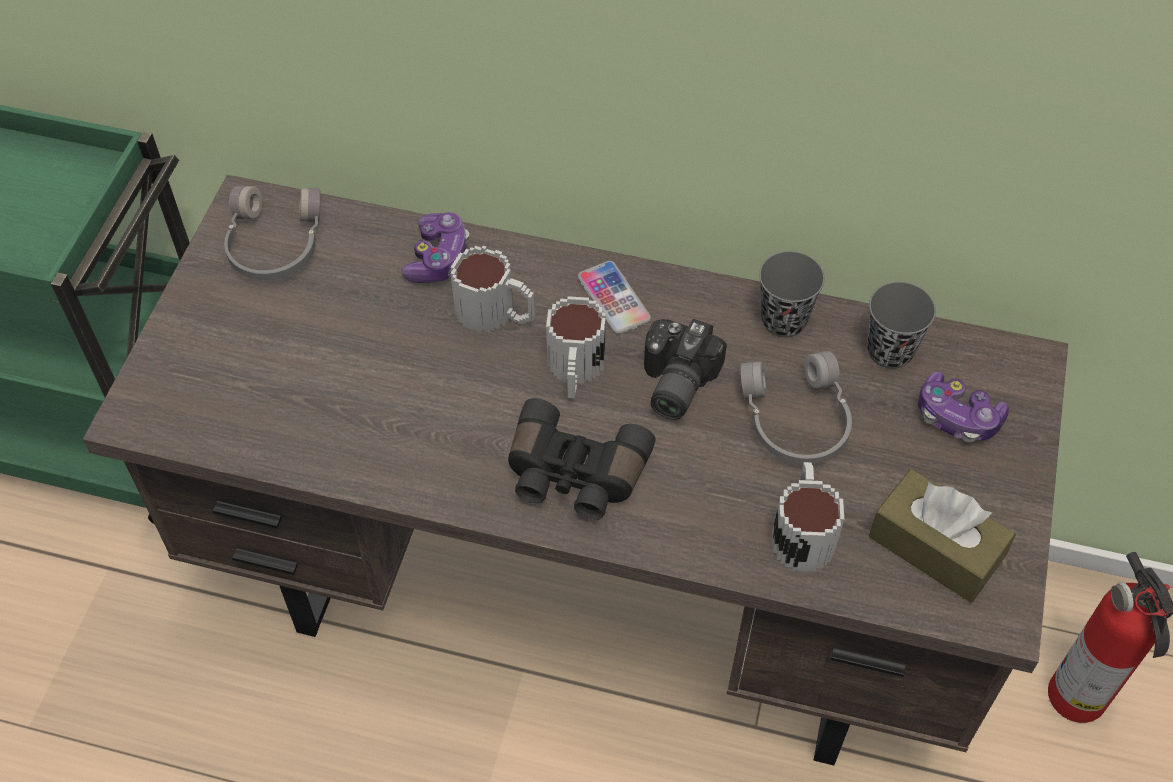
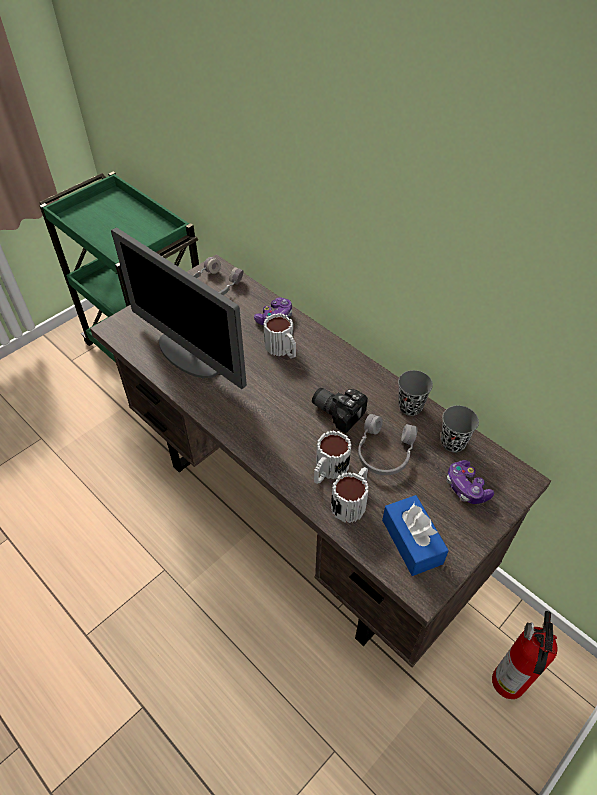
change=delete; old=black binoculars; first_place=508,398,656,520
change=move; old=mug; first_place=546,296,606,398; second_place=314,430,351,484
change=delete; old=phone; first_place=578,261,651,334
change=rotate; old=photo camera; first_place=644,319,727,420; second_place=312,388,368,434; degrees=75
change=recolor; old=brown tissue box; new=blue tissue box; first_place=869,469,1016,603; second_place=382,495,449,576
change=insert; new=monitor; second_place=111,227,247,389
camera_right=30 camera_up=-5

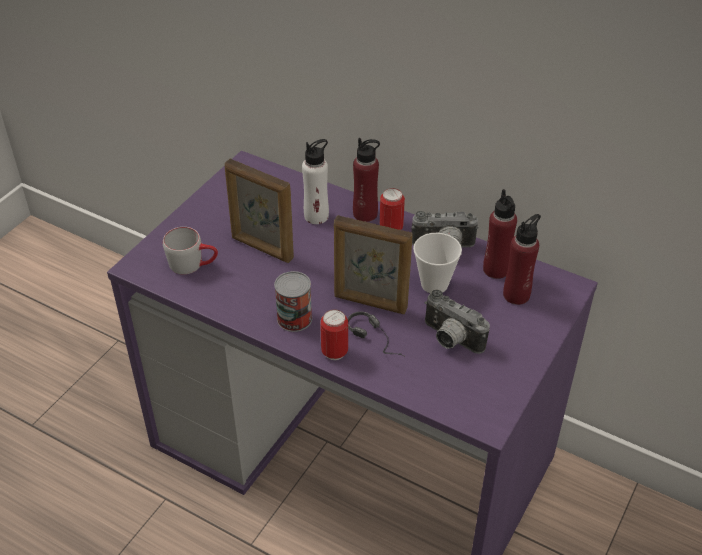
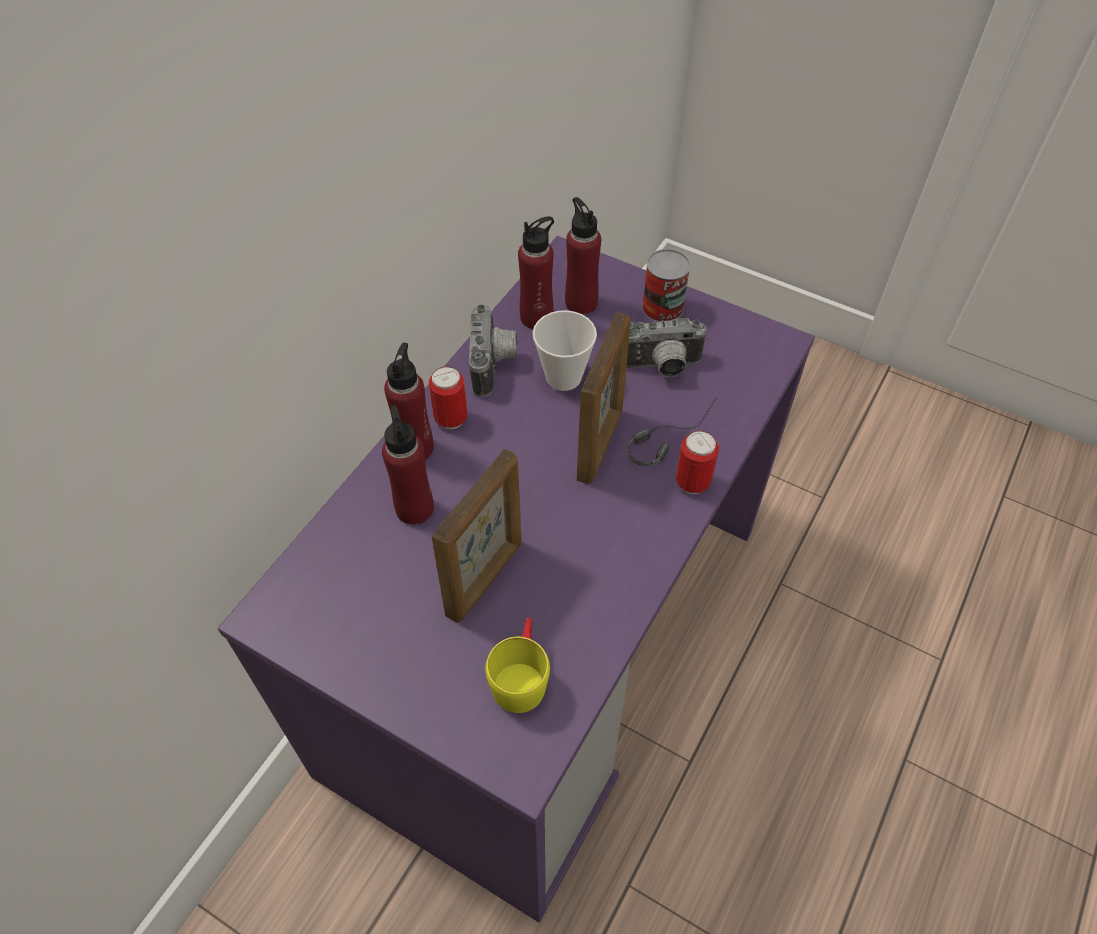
change=recolor; old=grey mug; new=yellow mug; first_place=163,227,218,275; second_place=485,618,550,713
change=move; old=can; first_place=274,271,312,332; second_place=642,249,691,322
change=recolor; old=white bottle; new=red bottle; first_place=302,139,329,224; second_place=382,405,434,525
change=rotate; old=photo camera; first_place=425,289,490,354; second_place=626,318,708,377; degrees=45
camera_right=-90 camera_up=10

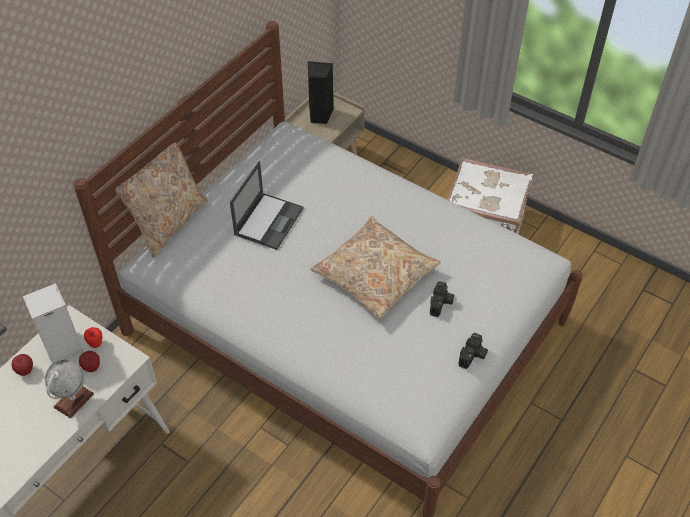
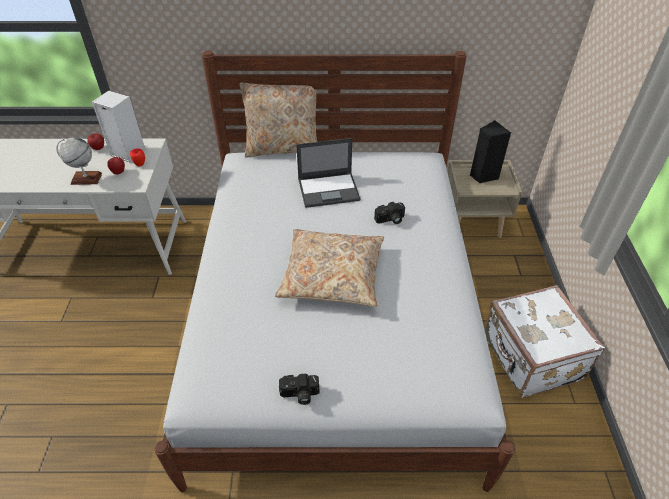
change=move; old=photo camera; first_place=430,281,454,317; second_place=374,202,405,224
camera_right=55 camera_up=-5

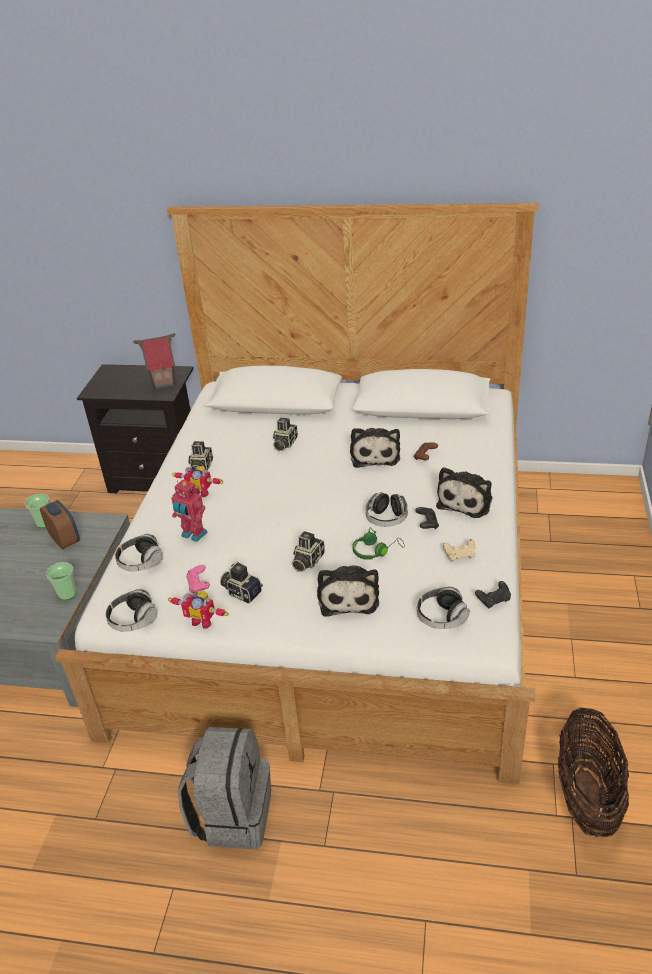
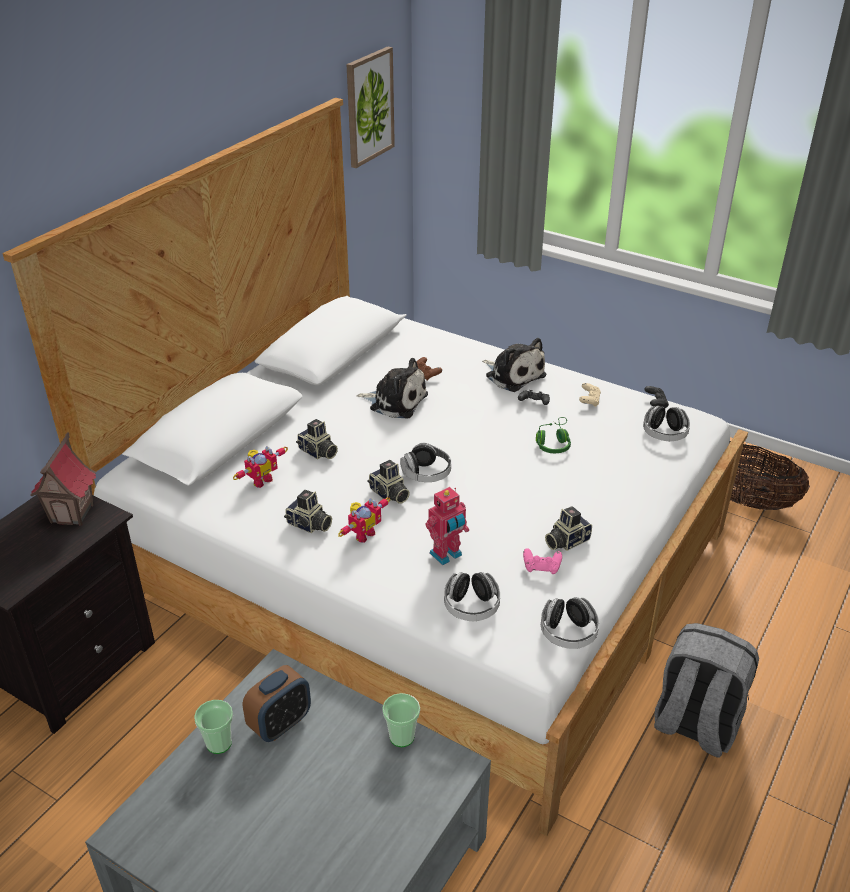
change=rotate; old=alarm clock; first_place=40,500,80,549; second_place=243,665,311,742; degrees=150
change=move; old=toy robot; first_place=168,591,229,629; second_place=233,446,288,488
change=move; old=photo camera; first_place=292,531,325,572; second_place=367,460,410,503
change=delete; old=plush toy; first_place=317,565,379,617
change=move; old=headphones; first_place=366,492,408,527; second_place=400,443,451,482
change=insert; new=picture; second_place=347,46,395,168
camera_right=-70 camera_up=0

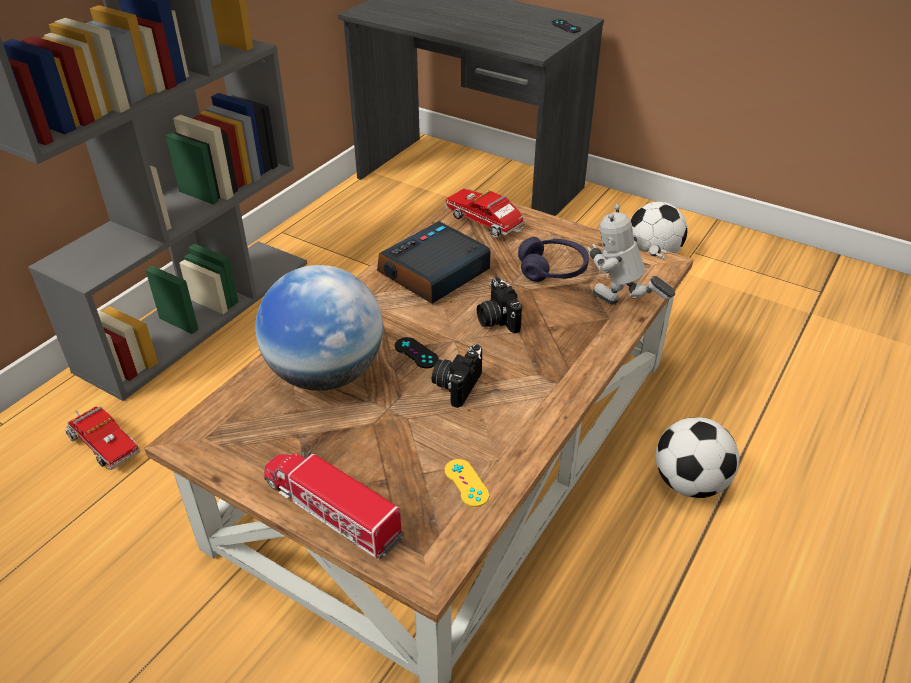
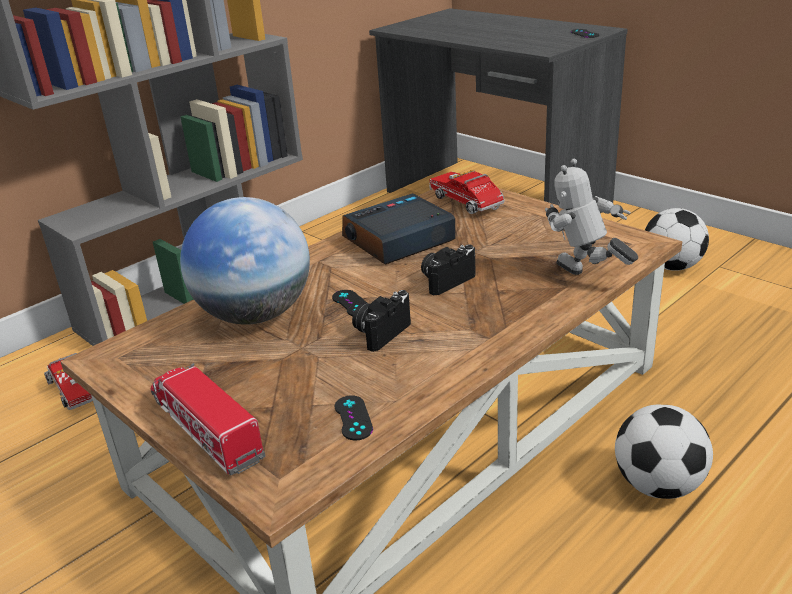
change=recolor; old=yellow game controller; new=black game controller; first_place=445,459,489,507; second_place=335,395,373,441
change=rotate; old=photo camera; first_place=477,277,522,333; second_place=421,244,476,295; degrees=60
change=delete; old=purple headphones; first_place=518,237,589,282
camera_right=15 camera_up=-10

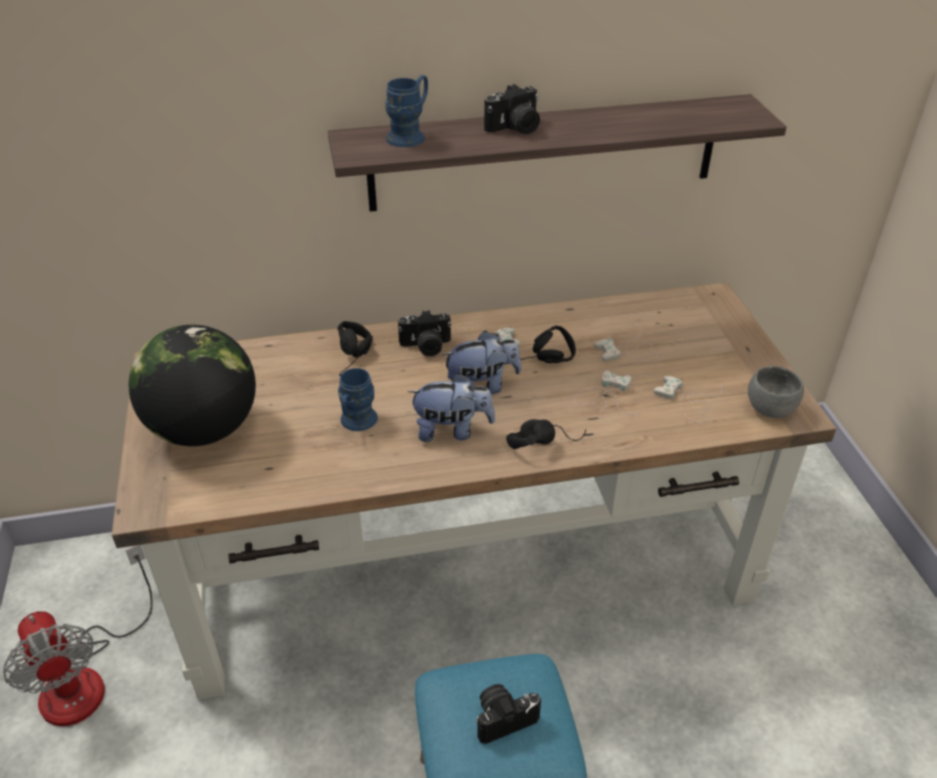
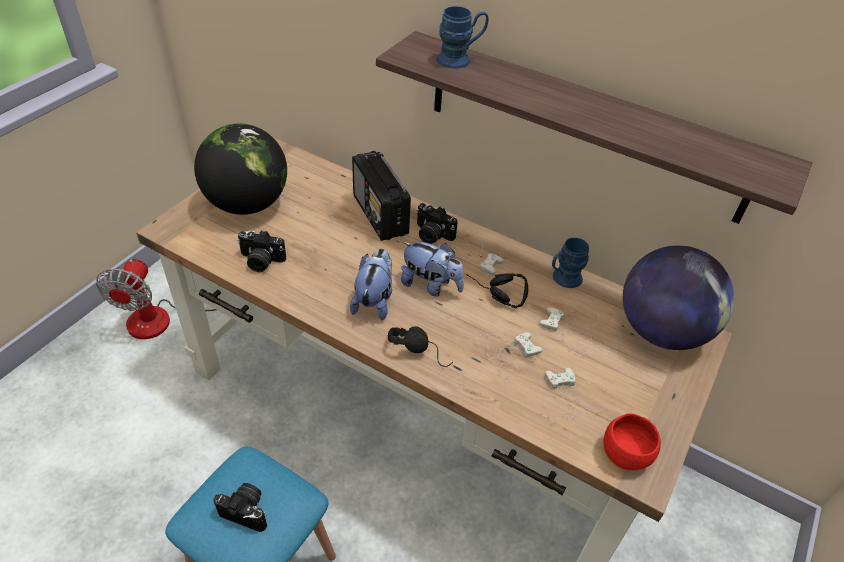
change=replace; old=black headphones; new=radio; first_place=337,321,373,376; second_place=352,151,411,241
change=move; old=blue mug; first_place=338,368,378,431; second_place=552,238,589,288
change=rotate; old=plush toy; first_place=407,373,495,442; second_place=350,248,392,320; degrees=-120
change=move; old=photo camera; first_place=484,84,540,135; second_place=237,230,286,272
change=recolor; old=grey bowl; new=red bowl; first_place=748,366,804,418; second_place=603,414,661,470
change=insert; new=globe; second_place=623,245,734,350
camera_right=40 camera_up=5

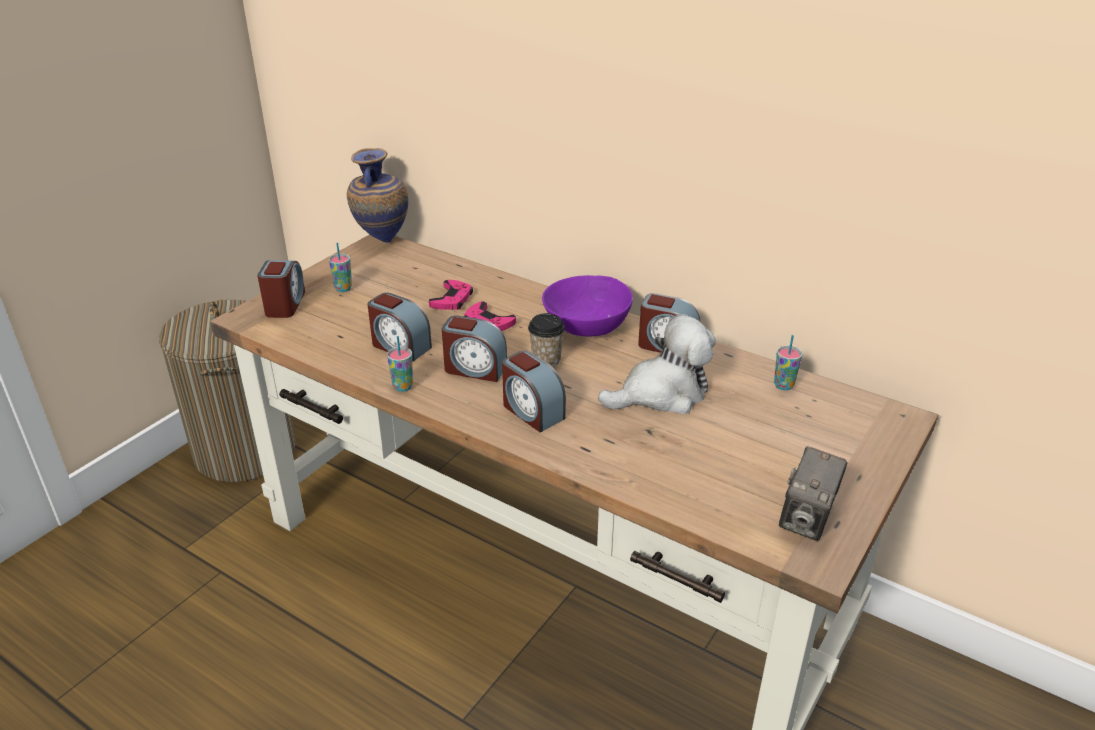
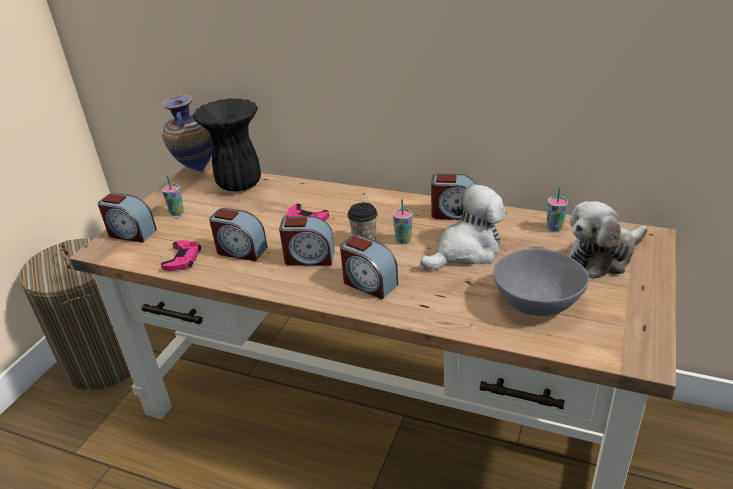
change=rotate; old=alarm clock; first_place=257,260,305,318; second_place=98,193,157,243; degrees=120
change=move; old=cup; first_place=387,336,413,392; second_place=393,199,413,244
change=move; old=pink game controller; first_place=429,280,473,310; second_place=161,240,201,271
change=delete; old=purple bowl; first_place=542,275,633,337
change=delete; old=photo camera; first_place=779,446,848,541
change=insert; new=black vase; second_place=193,98,261,191
change=insert; new=grey bowl; second_place=493,249,589,316
change=insert; new=plush toy; second_place=568,201,648,279
camera_right=-10 camera_up=0

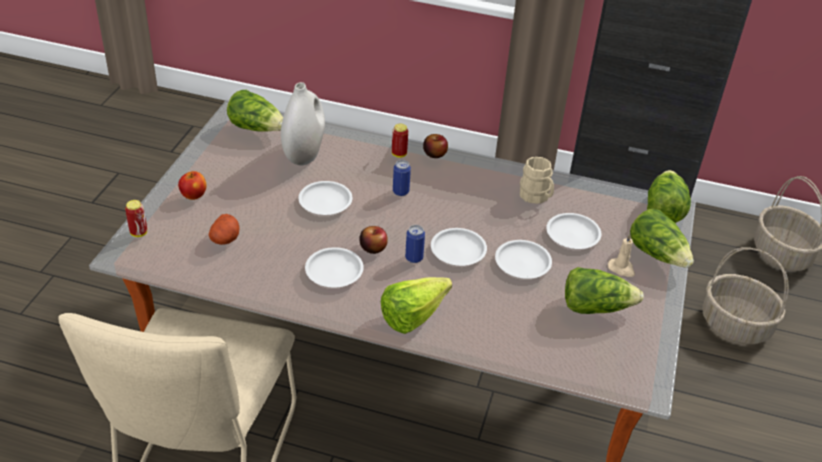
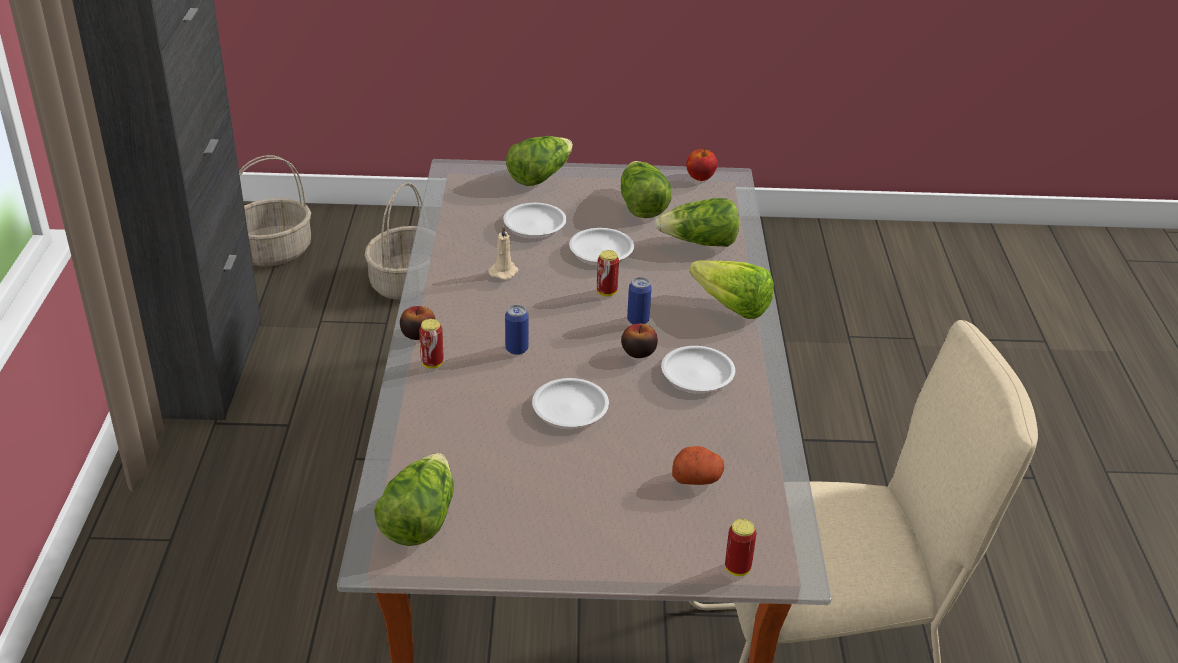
change=move; old=apple; first_place=178,171,207,200; second_place=686,148,717,181
change=delete; old=white vase; first_place=281,82,325,166
change=replace; old=white plate; new=can; first_place=431,228,487,266; second_place=597,250,619,297
change=delete; old=beige mug; first_place=520,157,554,204
change=move; old=beige candle; first_place=608,234,635,277; second_place=488,225,519,280
change=move; old=lettuce; first_place=647,170,691,223; second_place=655,198,739,247
camera_right=-105 camera_up=-5

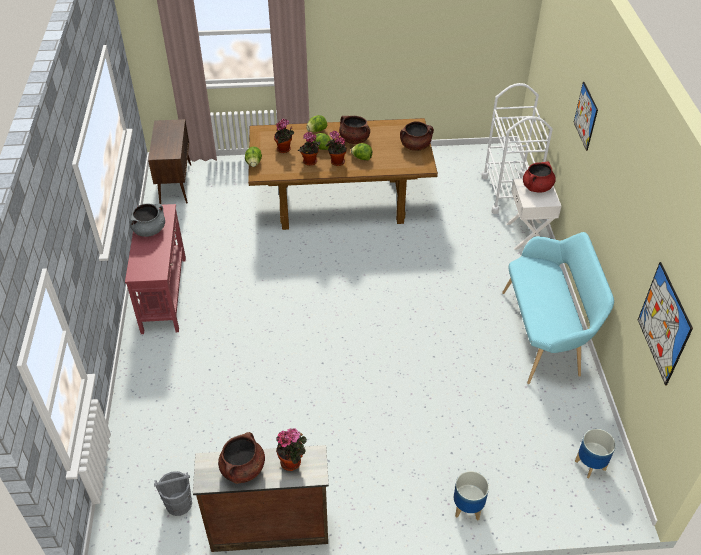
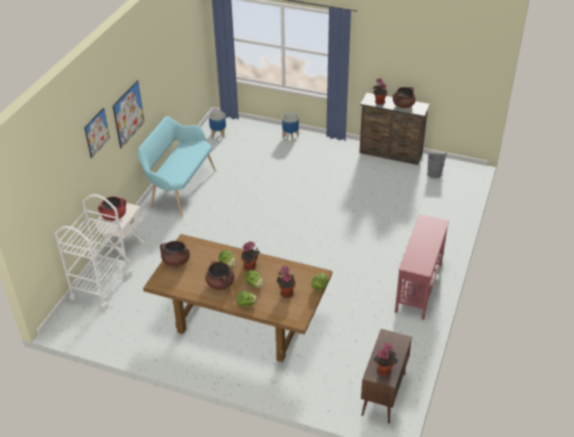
change=delete; old=grey cooking pot; first_place=129,204,165,237
change=move; old=potted plant; first_place=298,132,320,166; second_place=374,342,398,376
change=move; old=picture; first_place=638,262,693,385; second_place=113,80,144,148
camera_right=-155 camera_up=-5

